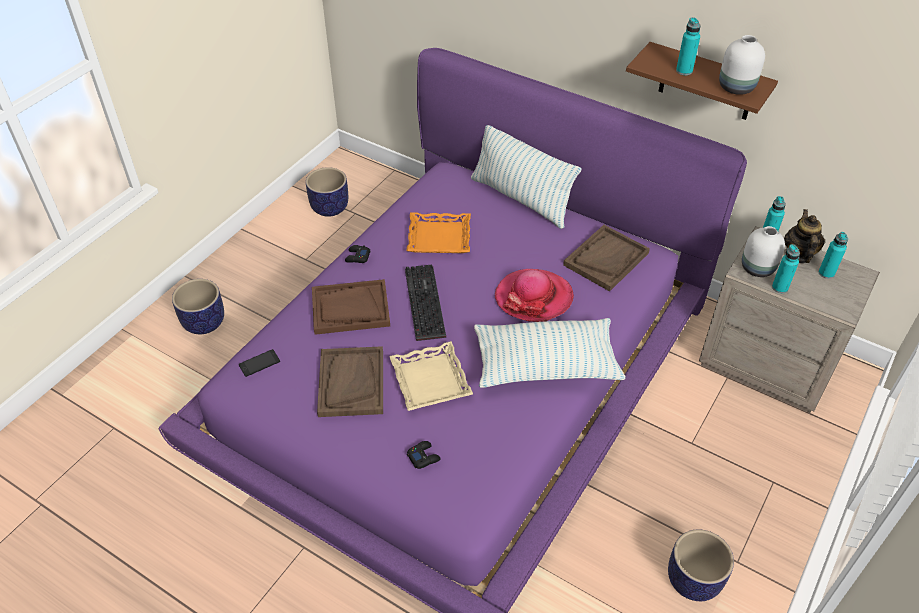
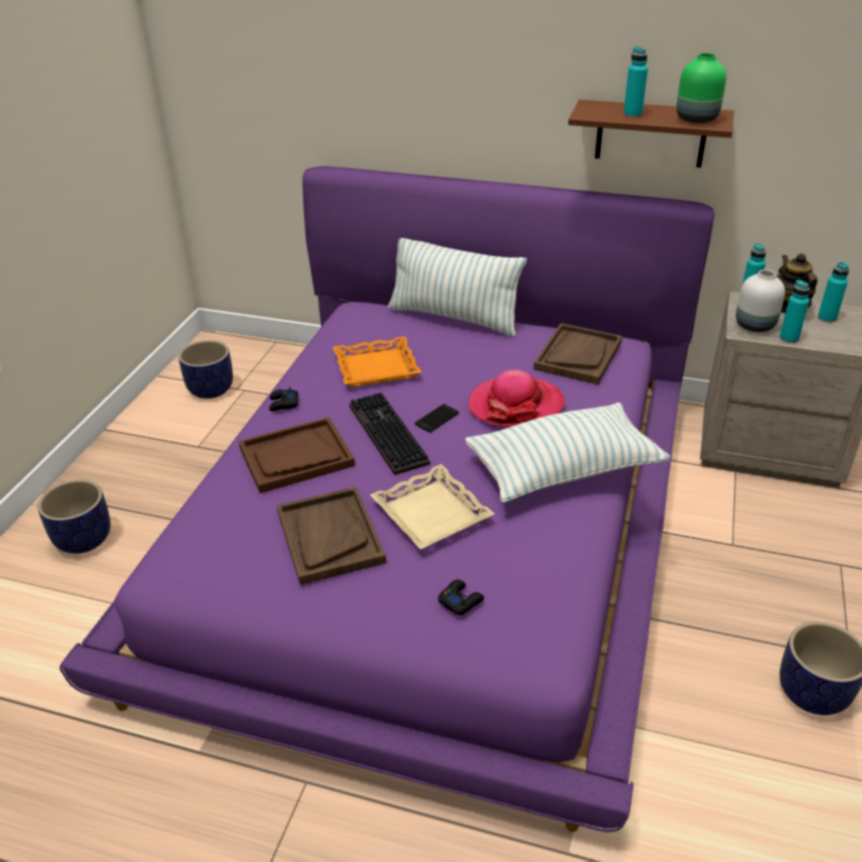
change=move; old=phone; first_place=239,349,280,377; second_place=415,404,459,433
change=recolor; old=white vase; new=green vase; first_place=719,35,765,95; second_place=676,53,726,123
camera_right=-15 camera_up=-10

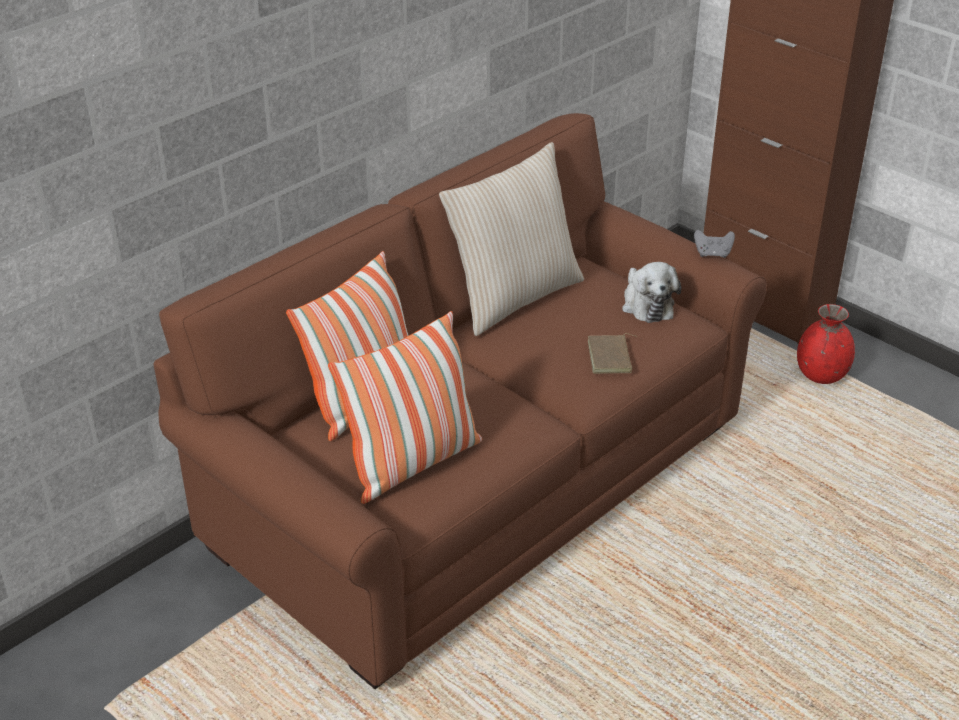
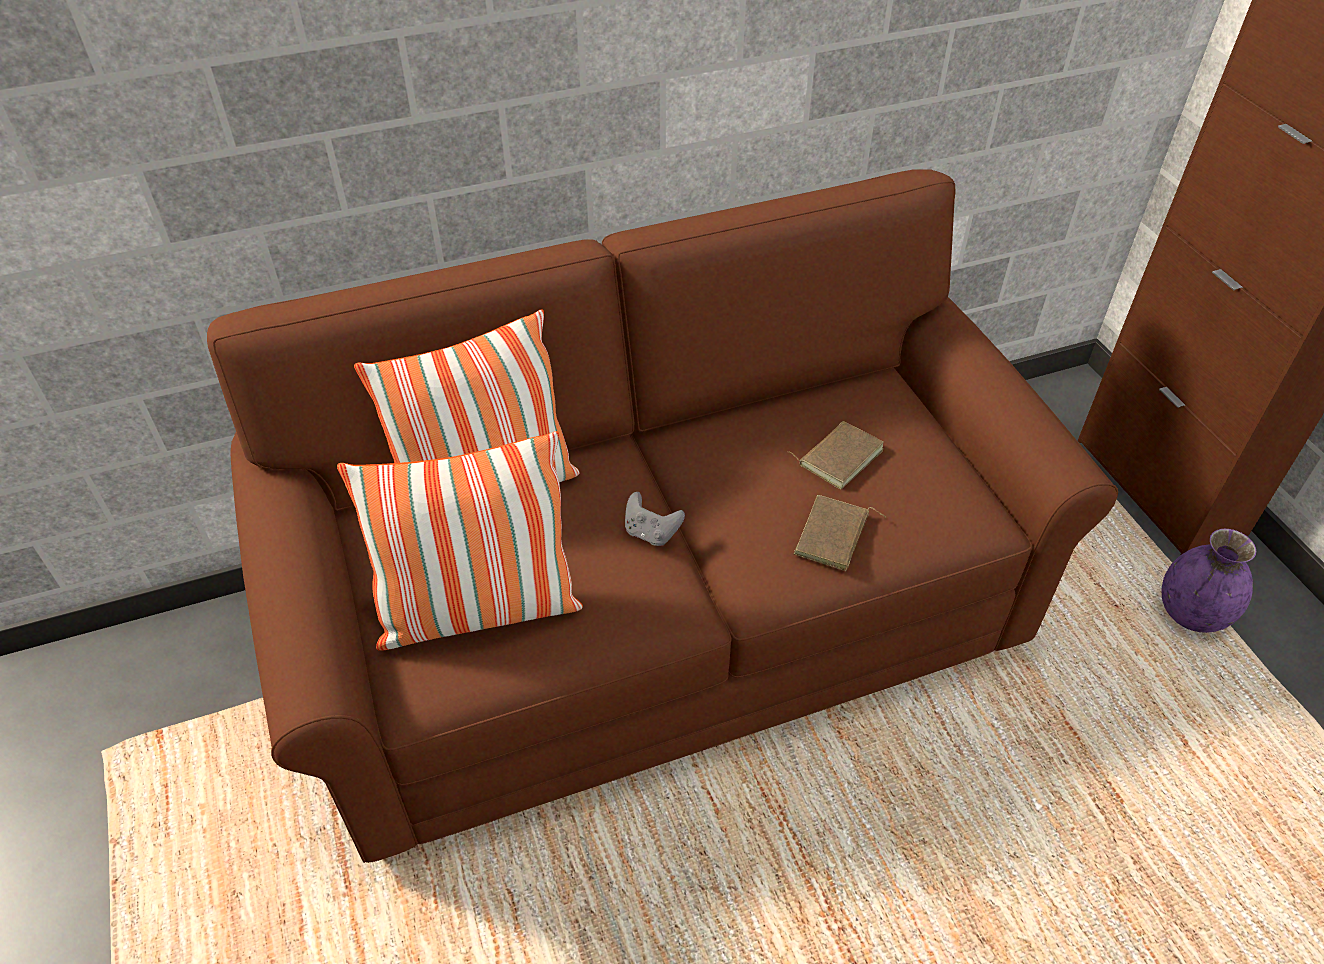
change=delete; old=beige pillow; first_place=439,142,584,336
change=delete; old=plush toy; first_place=622,262,681,323
change=move; old=grey game controller; first_place=694,230,735,258; second_place=625,492,685,546
change=recolor; old=red vase; new=purple vase; first_place=797,304,855,384; second_place=1162,529,1256,633
change=insert; new=brown book; second_place=788,421,884,489
camera_right=25 camera_up=10

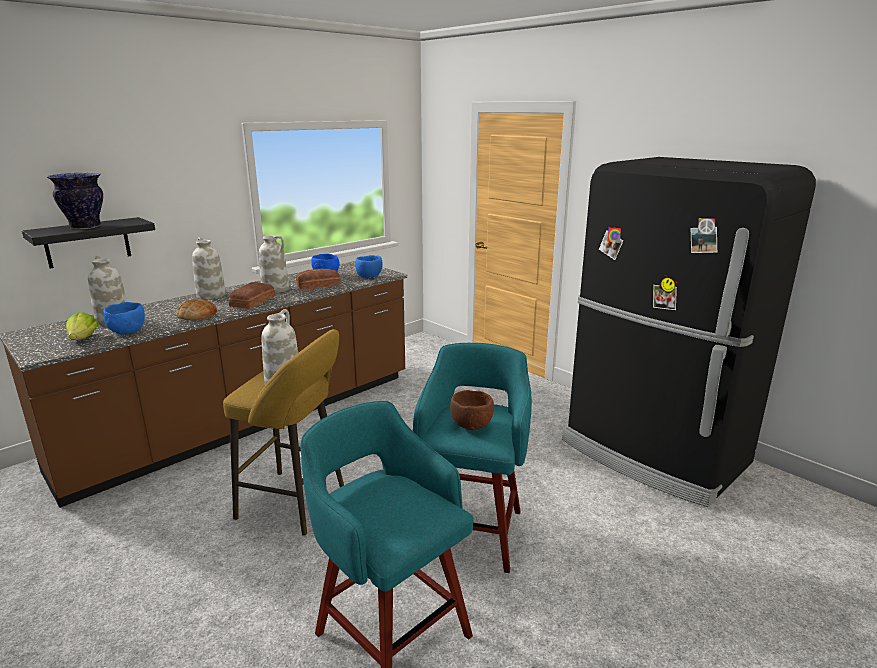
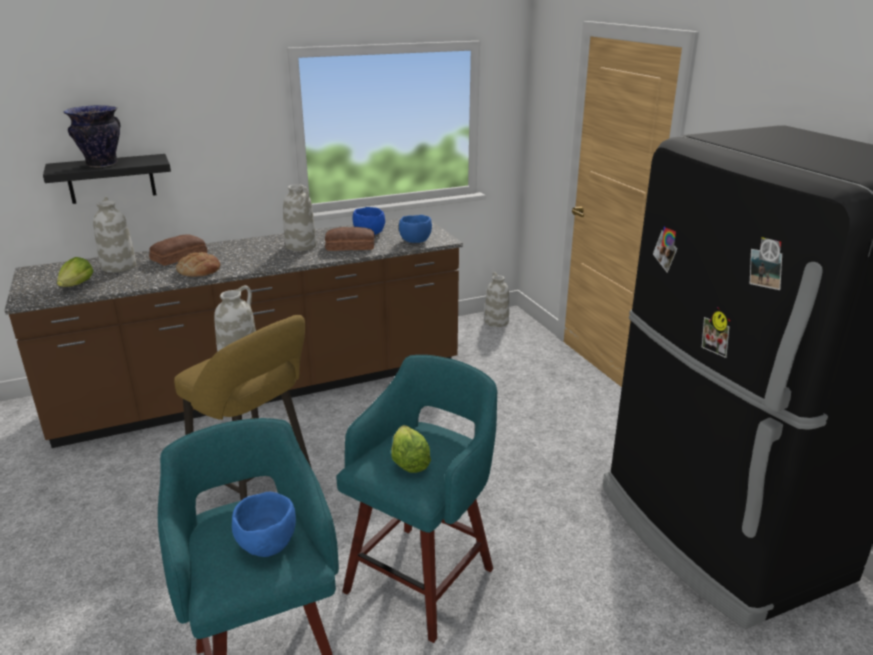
change=move; old=blue bowl; first_place=103,302,145,335; second_place=232,492,296,557
change=move; old=white vase; first_place=192,237,226,299; second_place=484,272,509,327
change=move; old=bread; first_place=229,282,276,309; second_place=149,235,207,266
change=replace; old=brown bowl; new=lettuce; first_place=450,390,494,430; second_place=391,425,431,473
camera_right=20 camera_up=5

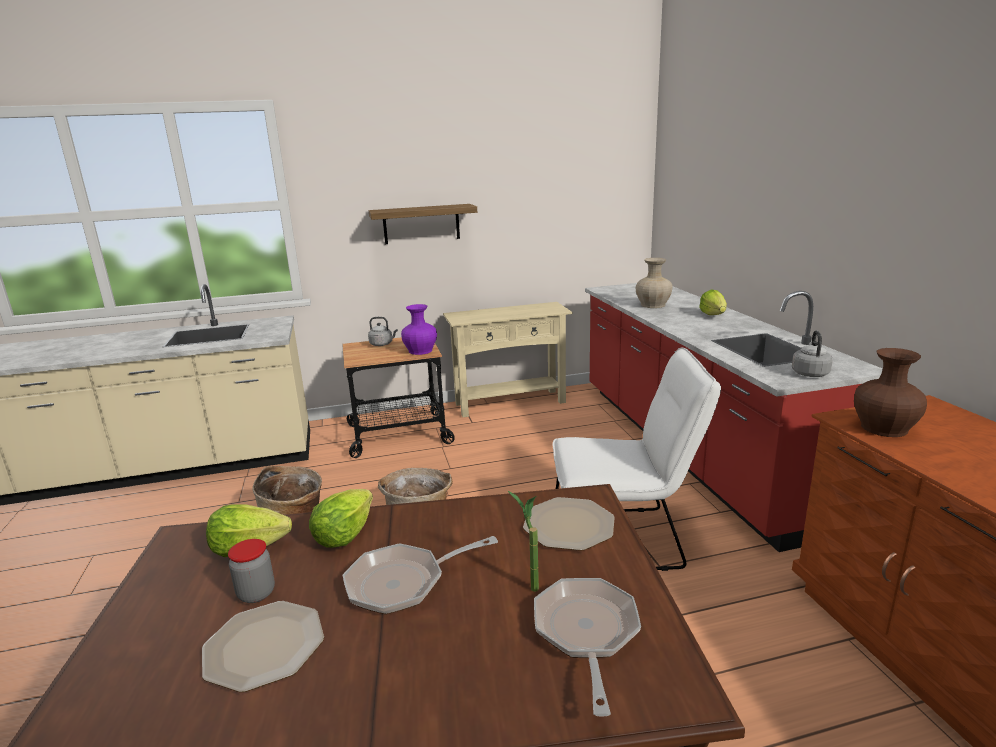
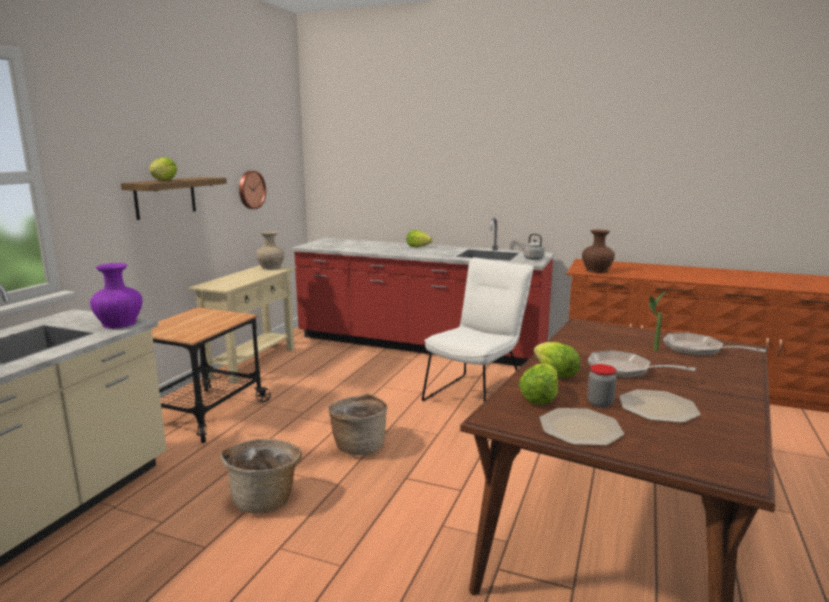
change=rotate; old=frying pan; first_place=343,536,498,615; second_place=588,350,696,379; degrees=105
change=delete; old=grey kettle; first_place=368,317,398,346
change=move; old=purple vase; first_place=401,304,437,355; second_place=90,263,142,329
change=move; old=plate; first_place=523,497,615,551; second_place=539,408,624,446
change=move; old=beige vase; first_place=636,258,673,308; second_place=256,231,285,270
change=insert; new=lettuce; second_place=149,157,177,180
change=insert; new=wall clock; second_place=239,171,266,209
camera_right=-55 camera_up=-5

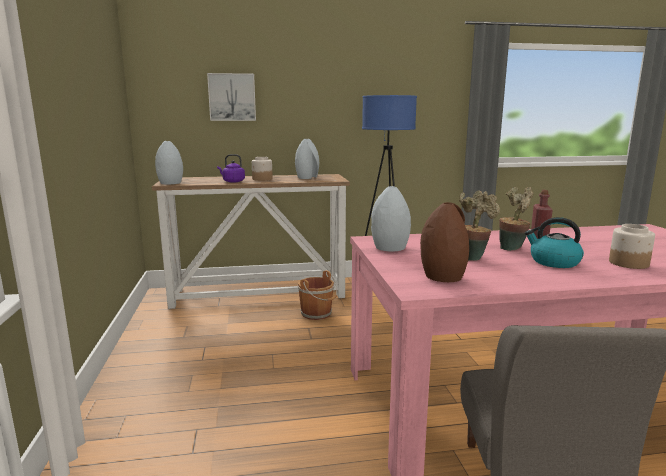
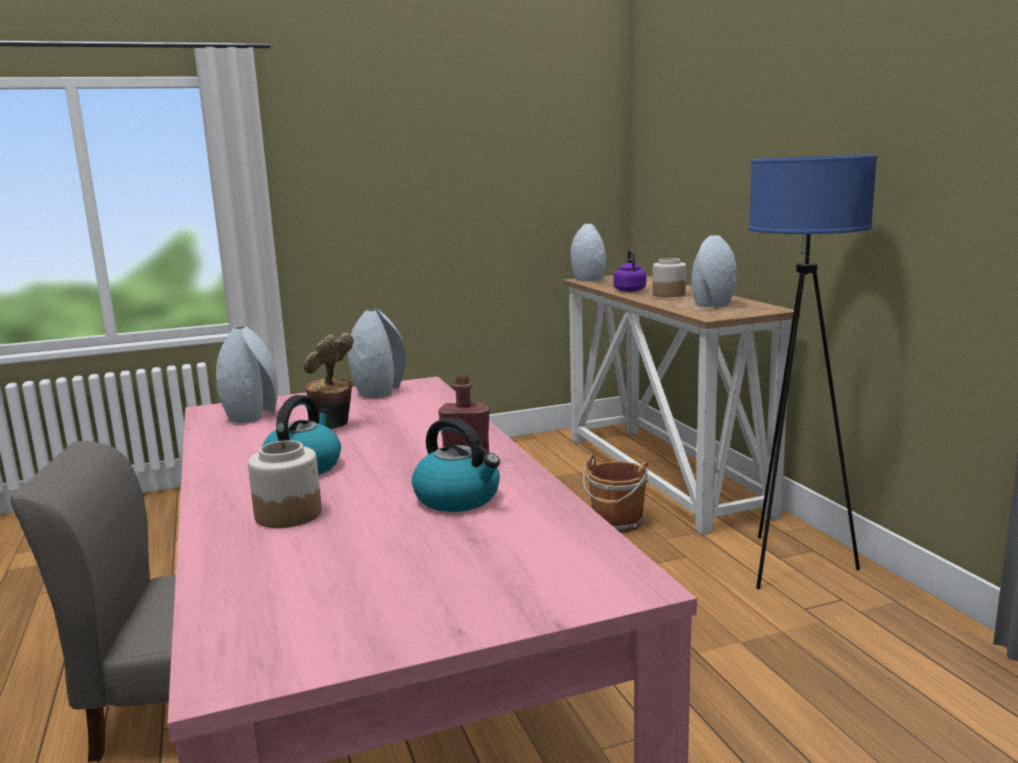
change=delete; old=picture; first_place=207,73,256,121
change=recolor; old=brown vase; new=grey vase; first_place=420,202,469,282; second_place=216,326,278,423
change=delete; old=potted plant; first_place=499,187,533,251
change=insert; new=kettle; second_place=412,417,500,512
camera_right=80 camera_up=0

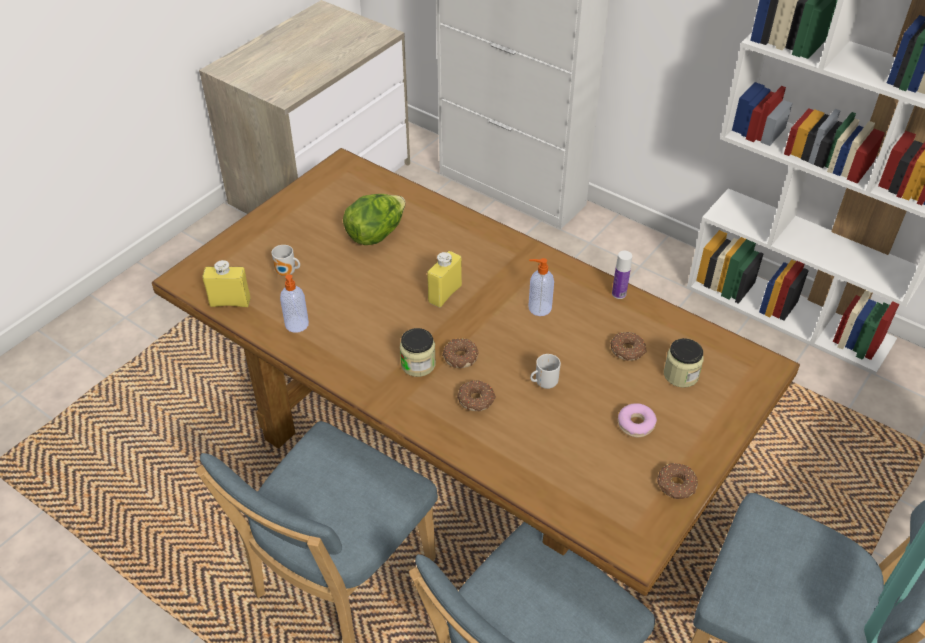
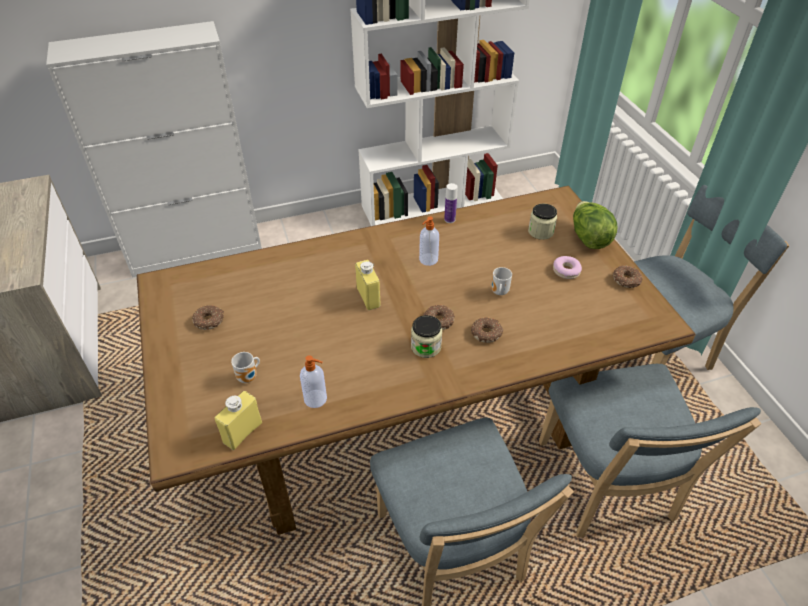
change=move; old=lettuce; first_place=343,194,406,245; second_place=573,201,617,249
change=move; old=donut; first_place=610,332,647,361; second_place=192,305,224,330
camera_right=-55 camera_up=0

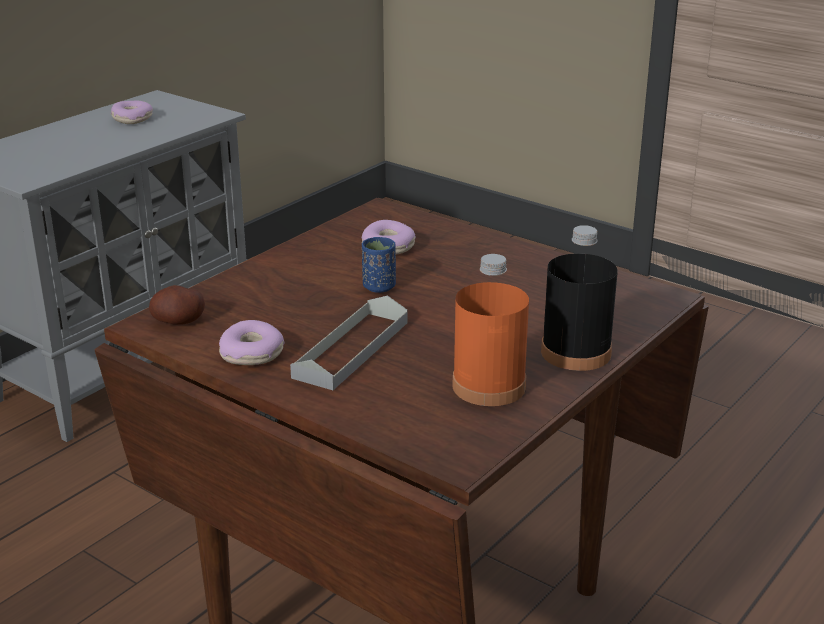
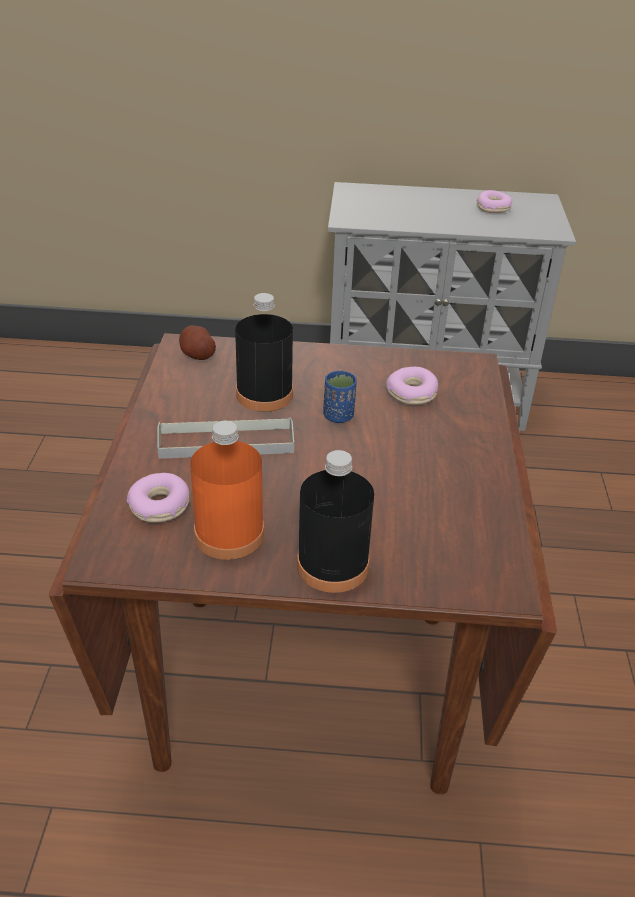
change=move; old=donut; first_place=219,320,284,365; second_place=127,473,189,523
change=insert; new=black bottle; second_place=235,293,293,412
camera_right=55 camera_up=10

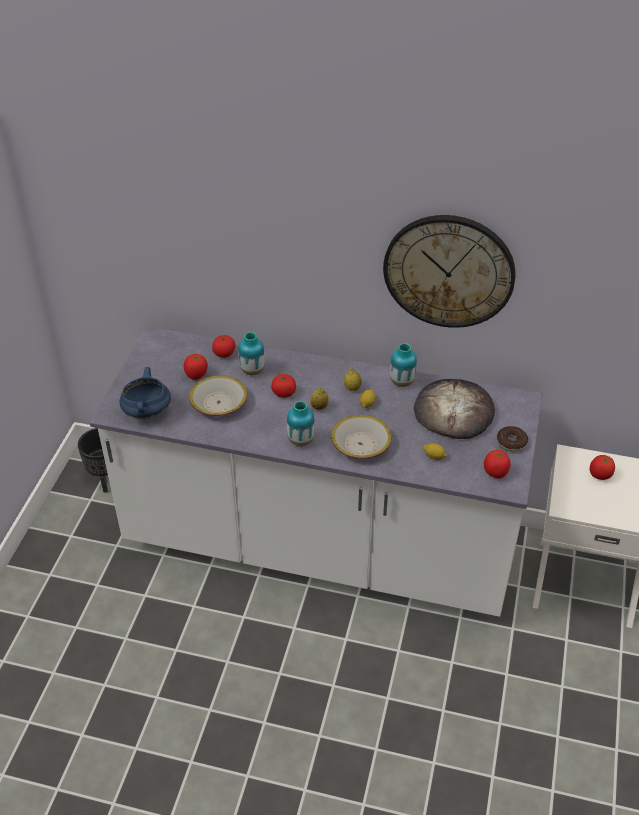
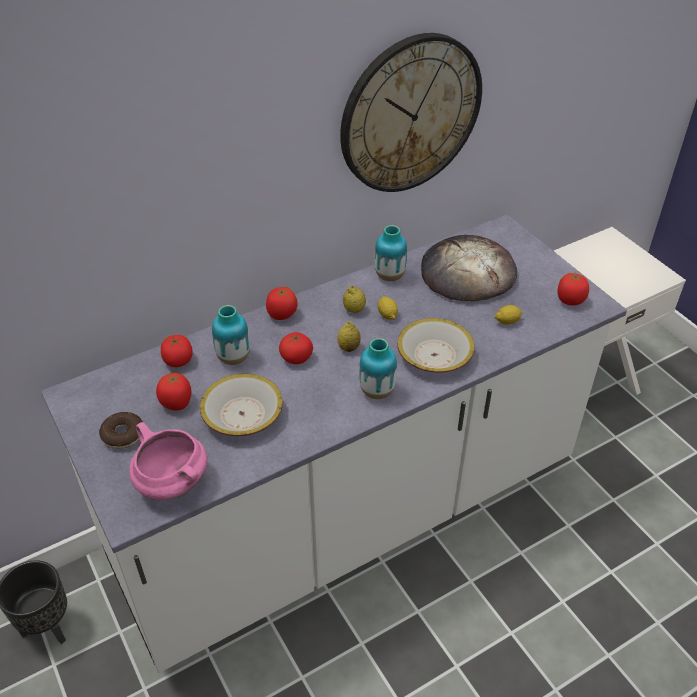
change=recolor; old=blue cooking pot; new=pink cooking pot; first_place=119,367,171,419; second_place=129,422,207,500
change=move; old=donut; first_place=497,426,528,452; second_place=99,412,143,449
change=move; old=tomato; first_place=590,455,615,480; second_place=266,287,298,320
camera_right=-45 camera_up=0

